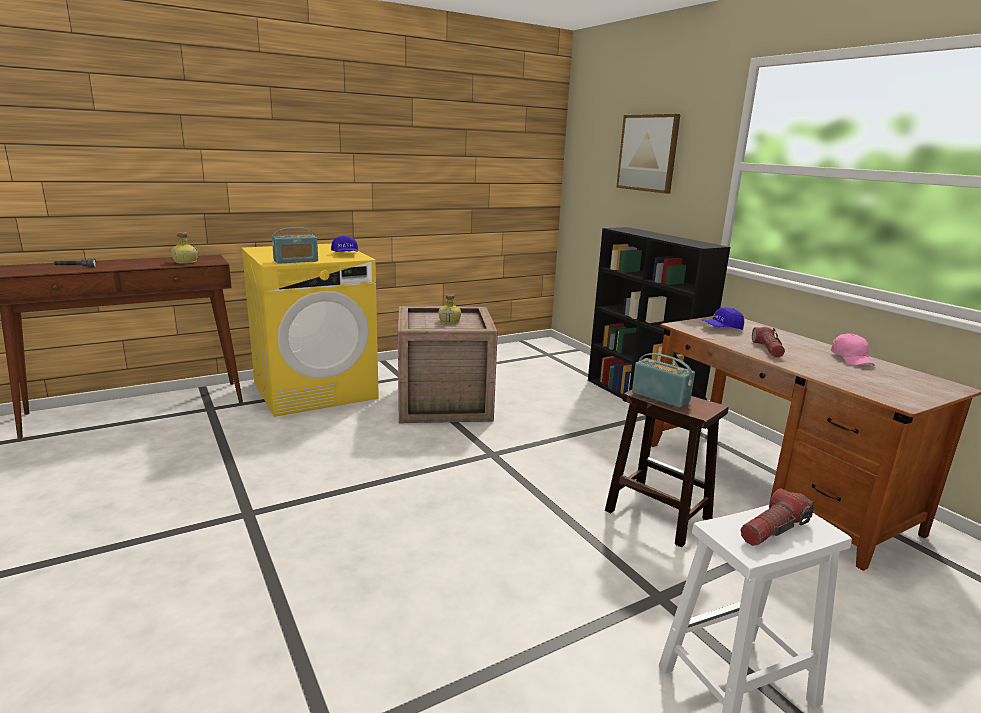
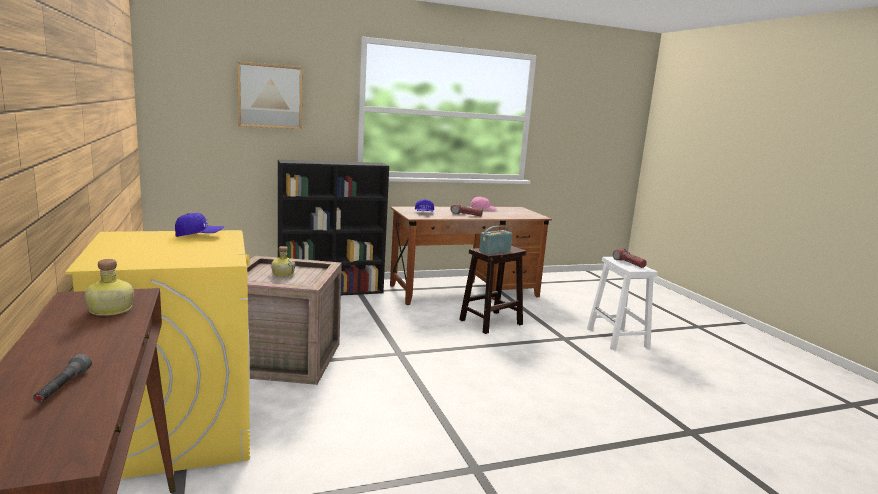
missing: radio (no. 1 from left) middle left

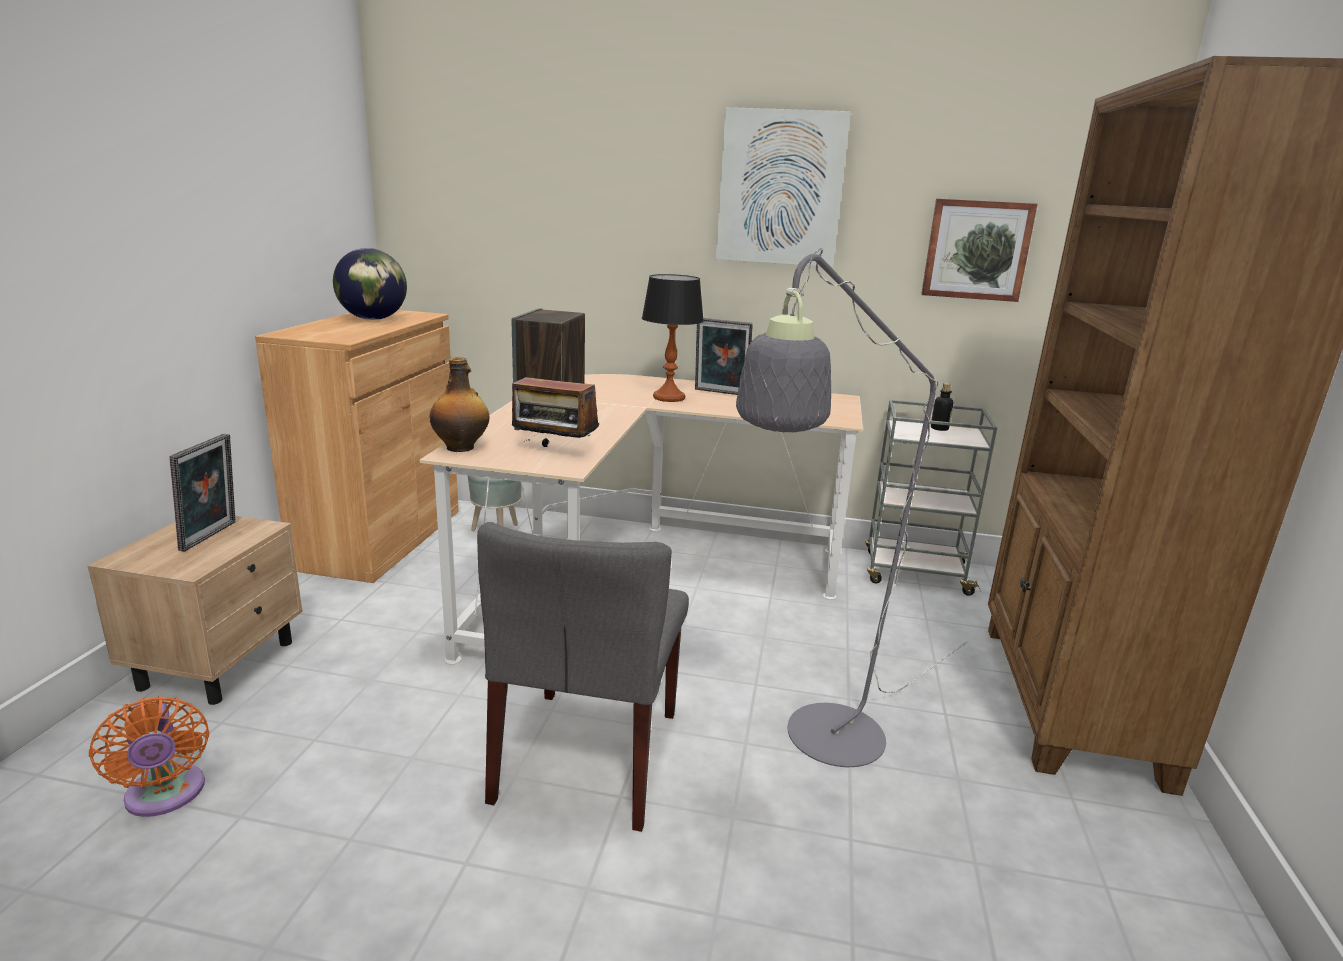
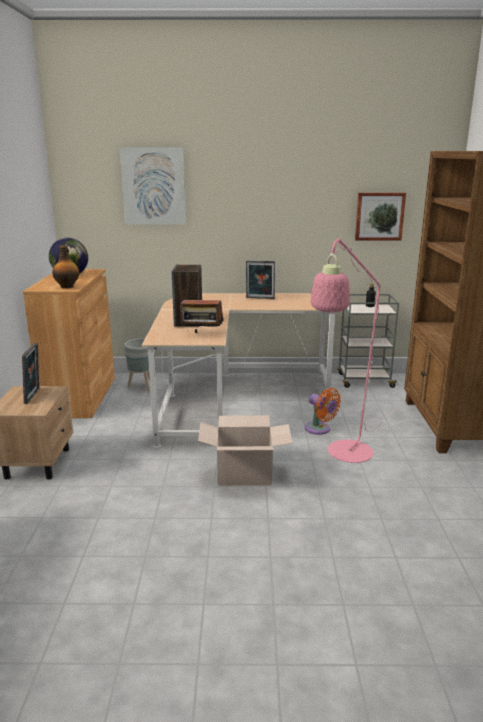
missing: lámpara de mesa centre
relocated: cuadro (no. 1 from left) top centre to top left; botella (no. 1 from left) centre to middle left; ventilador (naranja) bottom left to middle right
exchanged: silla (gris) bottom centre to caja de cartón centre
colour: lámpara de pie (gris) centre to lámpara de pie (rosa) middle right

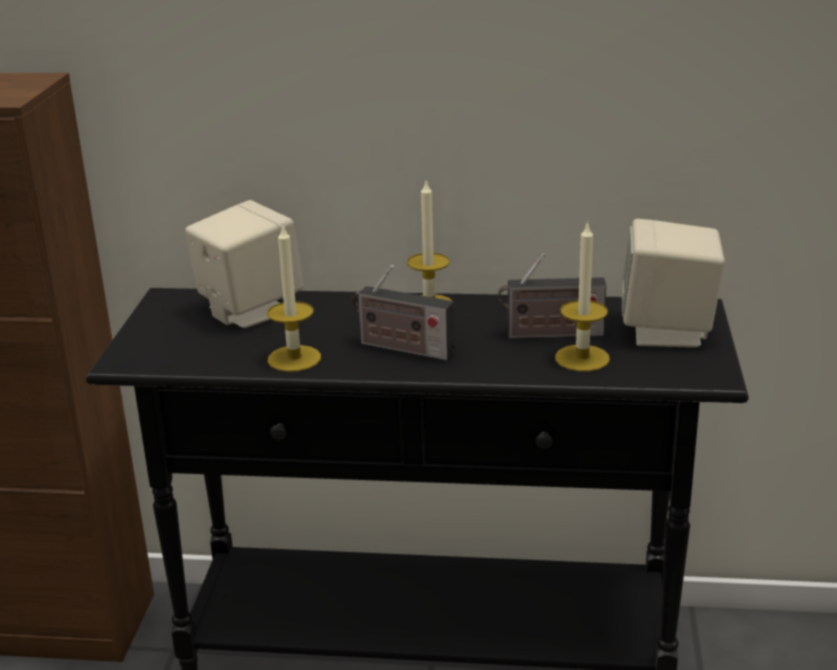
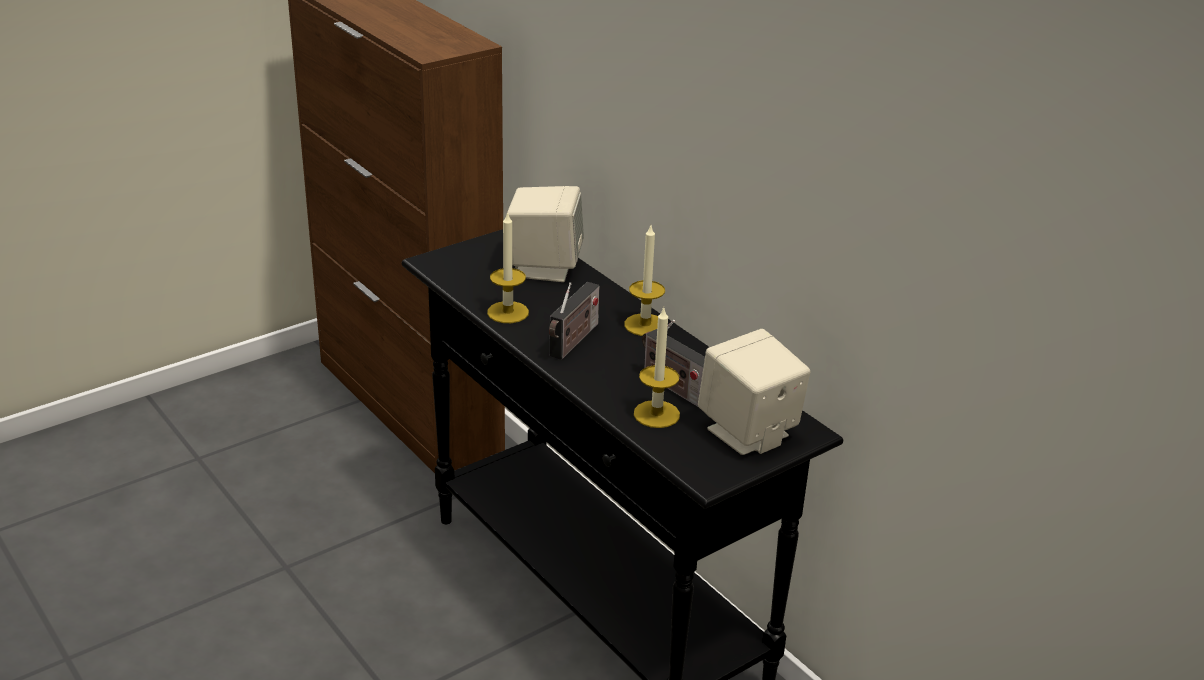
spun: radio (no. 1 from left) centre = centre 135 degrees counterclockwise

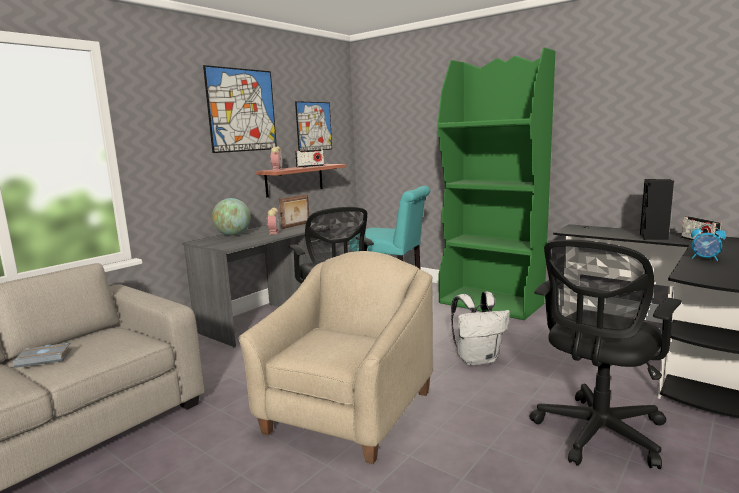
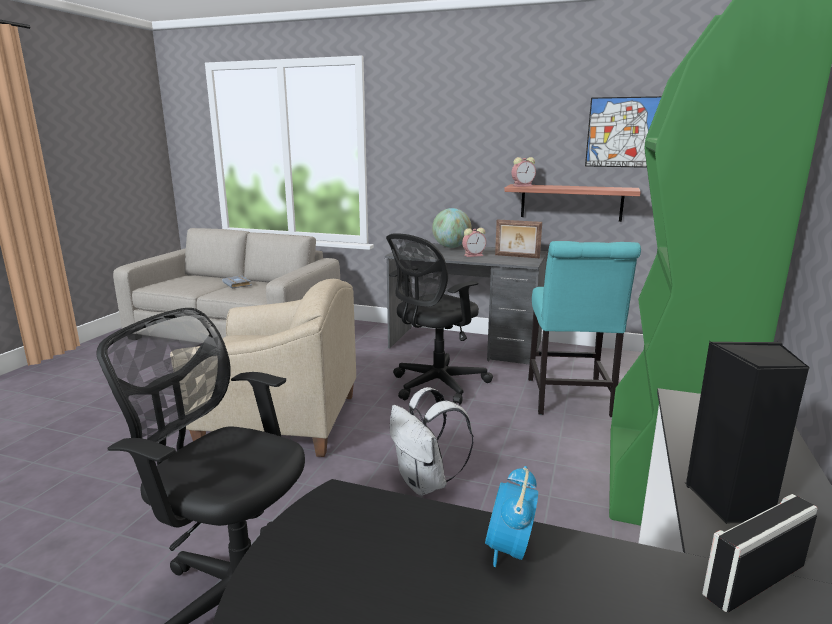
missing: cuadro (no. 1 from left) top left; radio (no. 1 from left) top centre

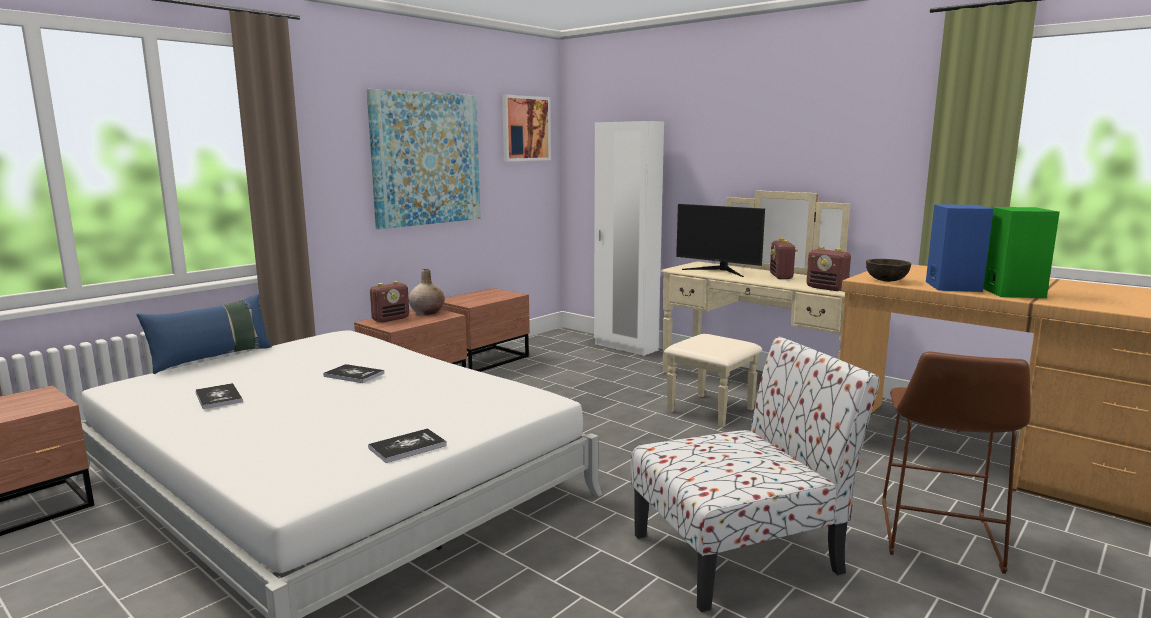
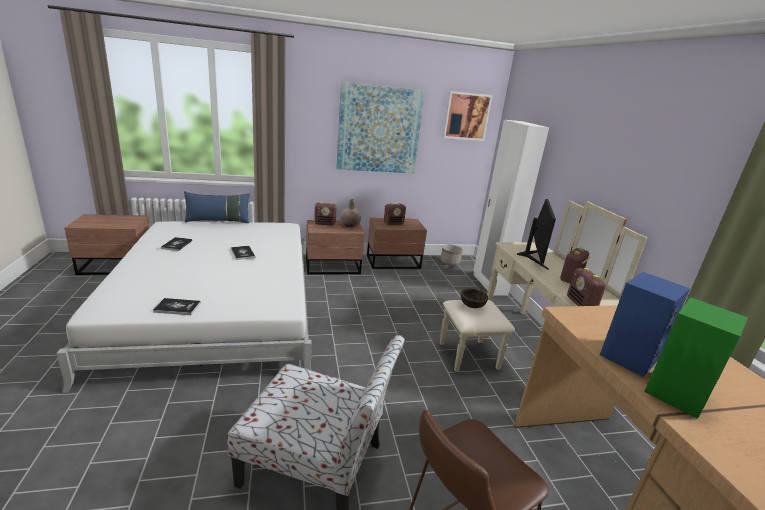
appeared: radio (no. 2 from left) centre; maceta centre
relocated: cuenco (marrón) middle right to centre
spun: monitor centre = middle right 150 degrees counterclockwise

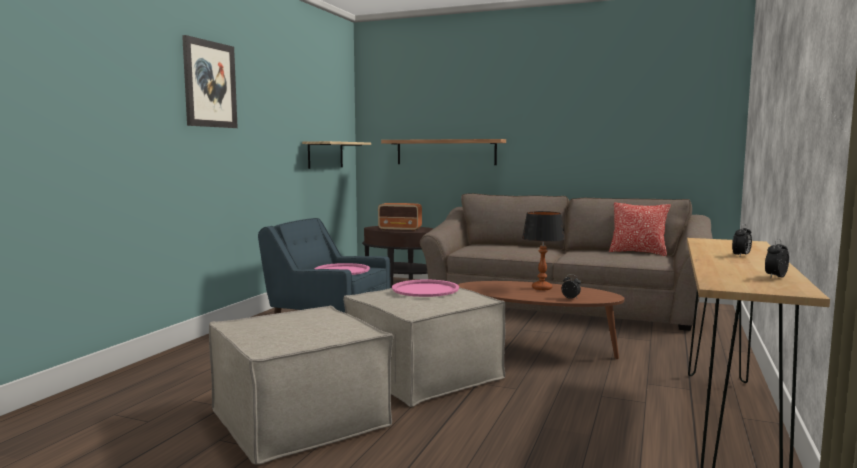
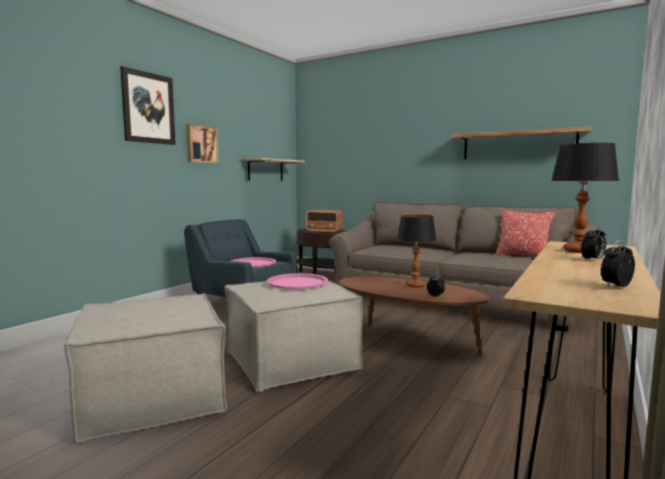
appeared: cuadro (no. 2 from left) top left; lámpara de mesa (no. 2 from left) middle right
relocated: estante (no. 2 from left) top centre to top right

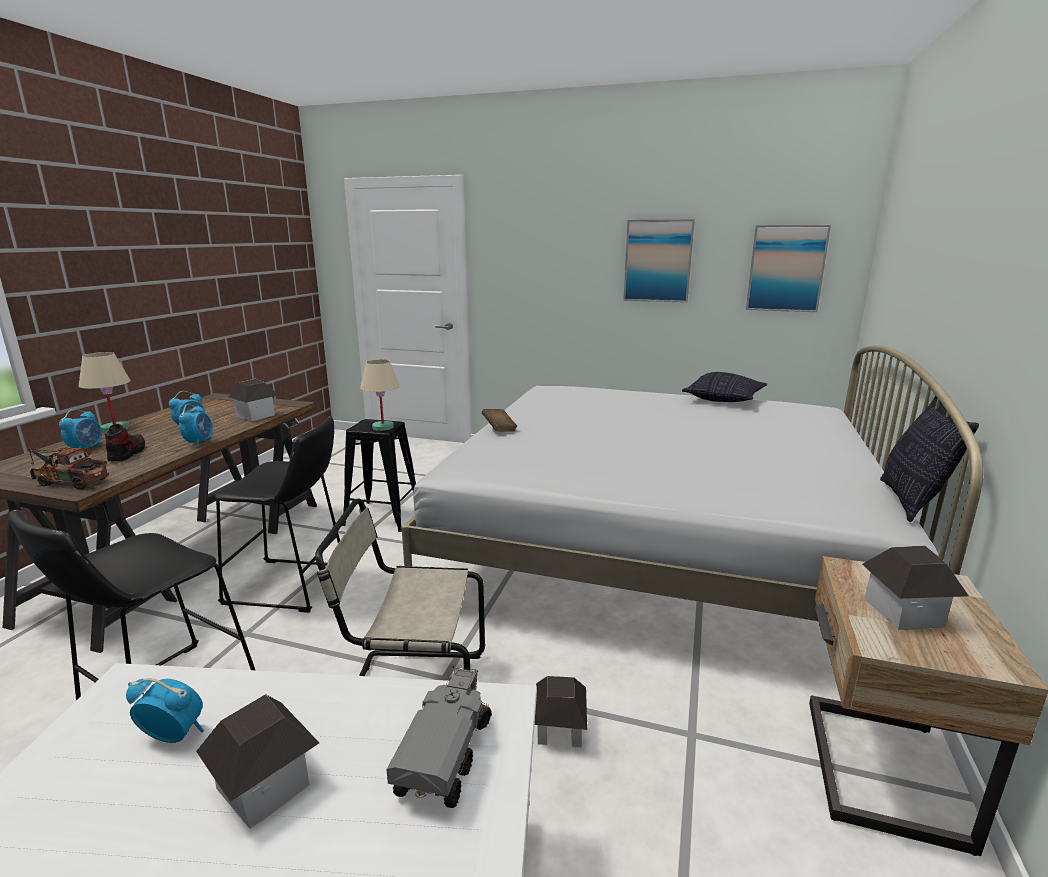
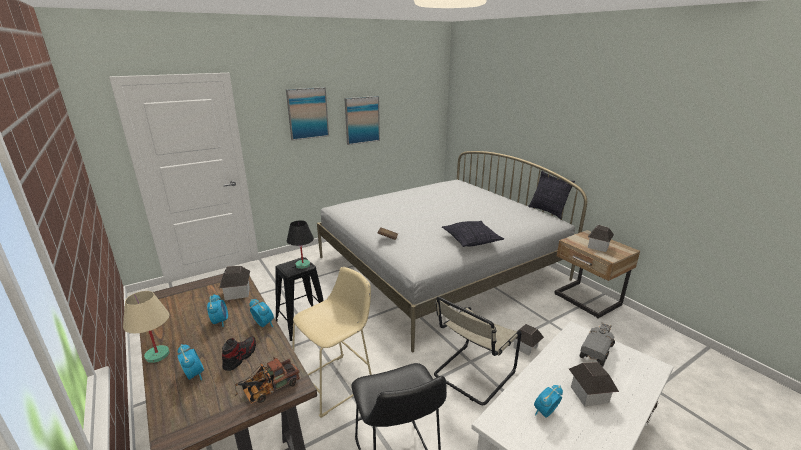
relocated: cuadro (no. 2 from left in the first image) top right to cuadro (no. 1 from left) top centre; cojín (no. 1 from left) middle right to centre
colour: lámpara de mesa (beis) (no. 2 from left) centre to lámpara de mesa (negro) centre; taburete (negro) (no. 2 from left) middle left to taburete (beis) bottom centre
spun: zapato middle left = bottom left 75 degrees clockwise; camión de juguete (no. 2 from left) bottom centre = bottom right 75 degrees clockwise

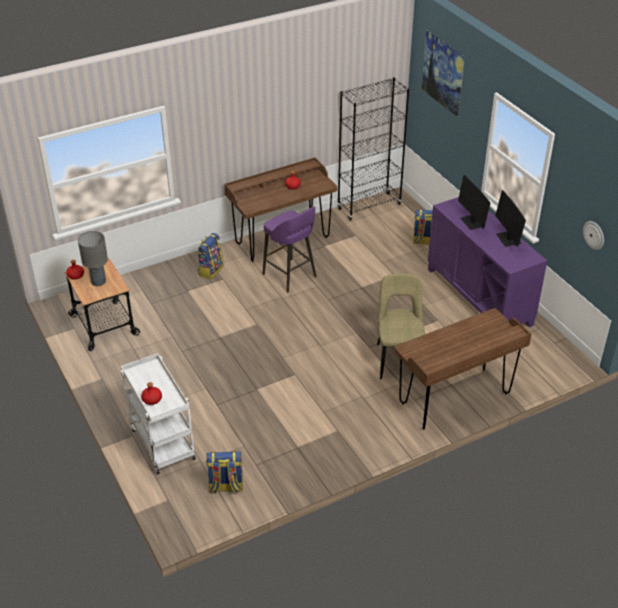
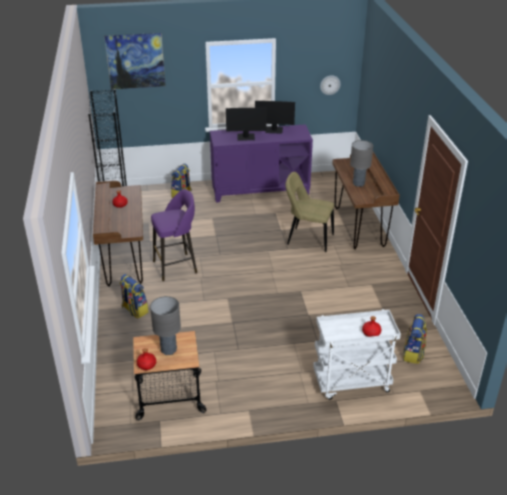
appeared: lámpara de mesa (gris) (no. 2 from left) top right

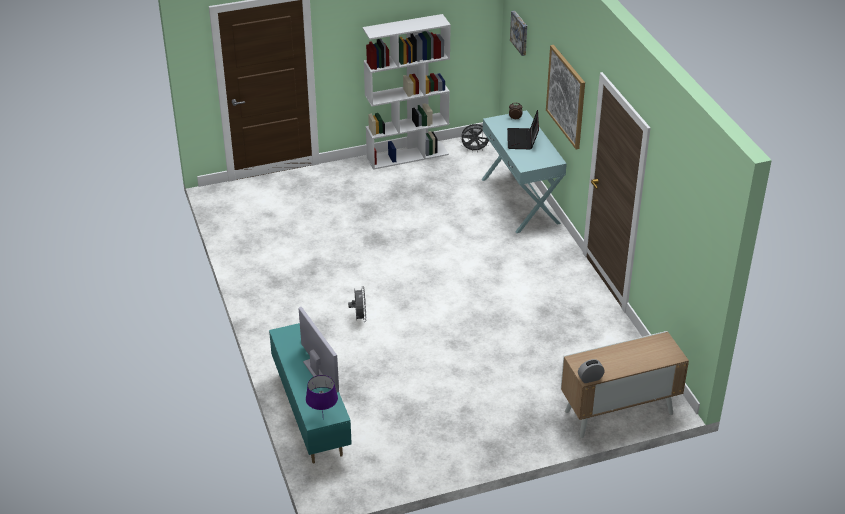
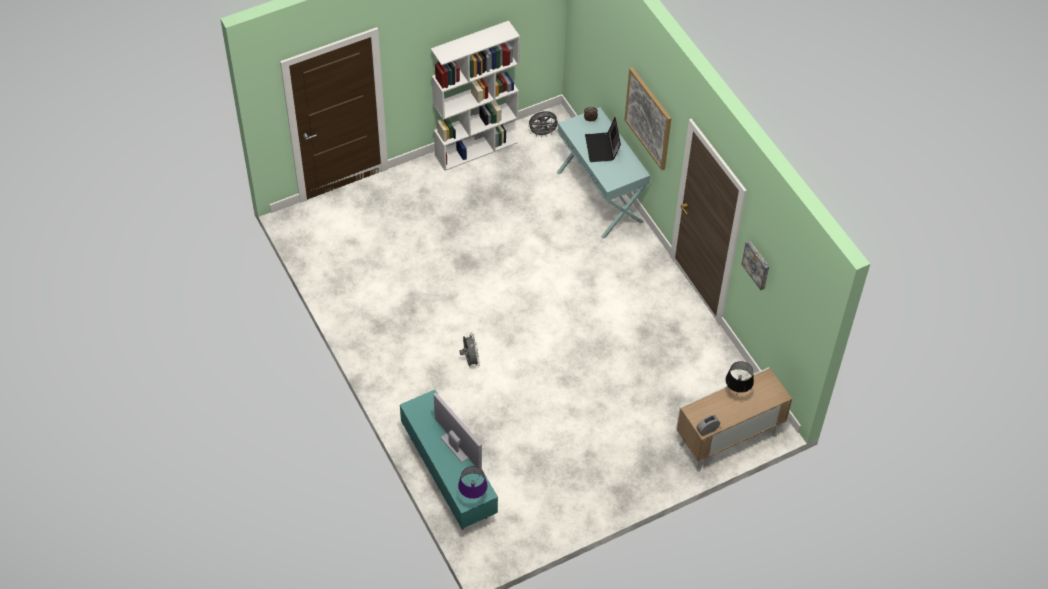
appeared: lámpara de mesa (negro) middle right
relocated: cuadro (no. 1 from left in the first image) top centre to cuadro (no. 2 from left) middle right

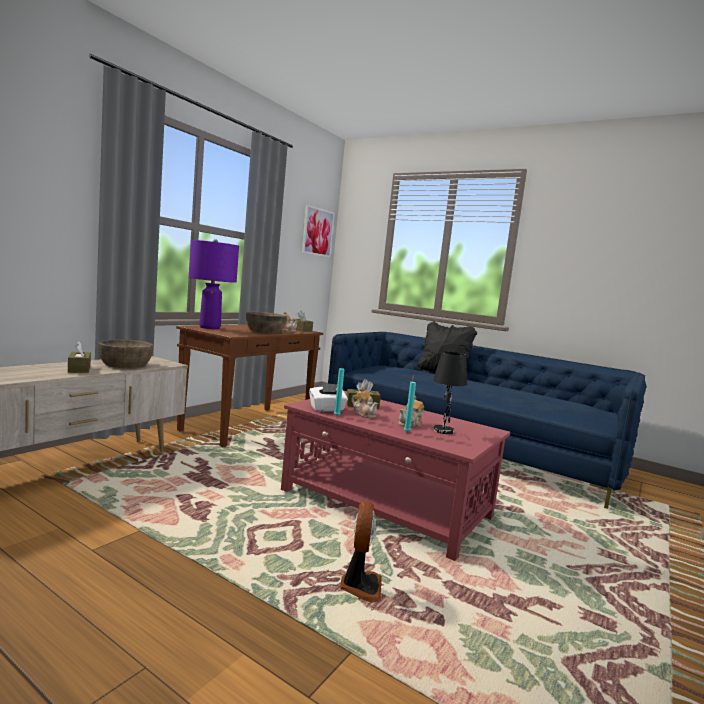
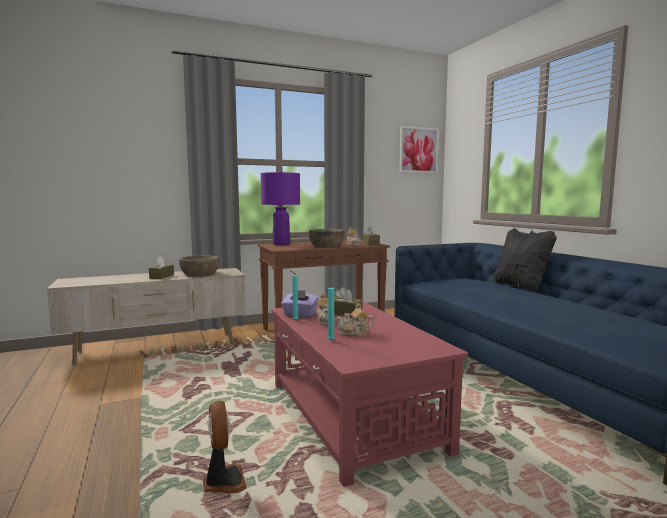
missing: lámpara de mesa (negro) centre
colour: caja de pañuelos (blanco) centre to caja de pañuelos (morado) centre
spun: ventilador bottom centre = bottom centre 60 degrees counterclockwise

